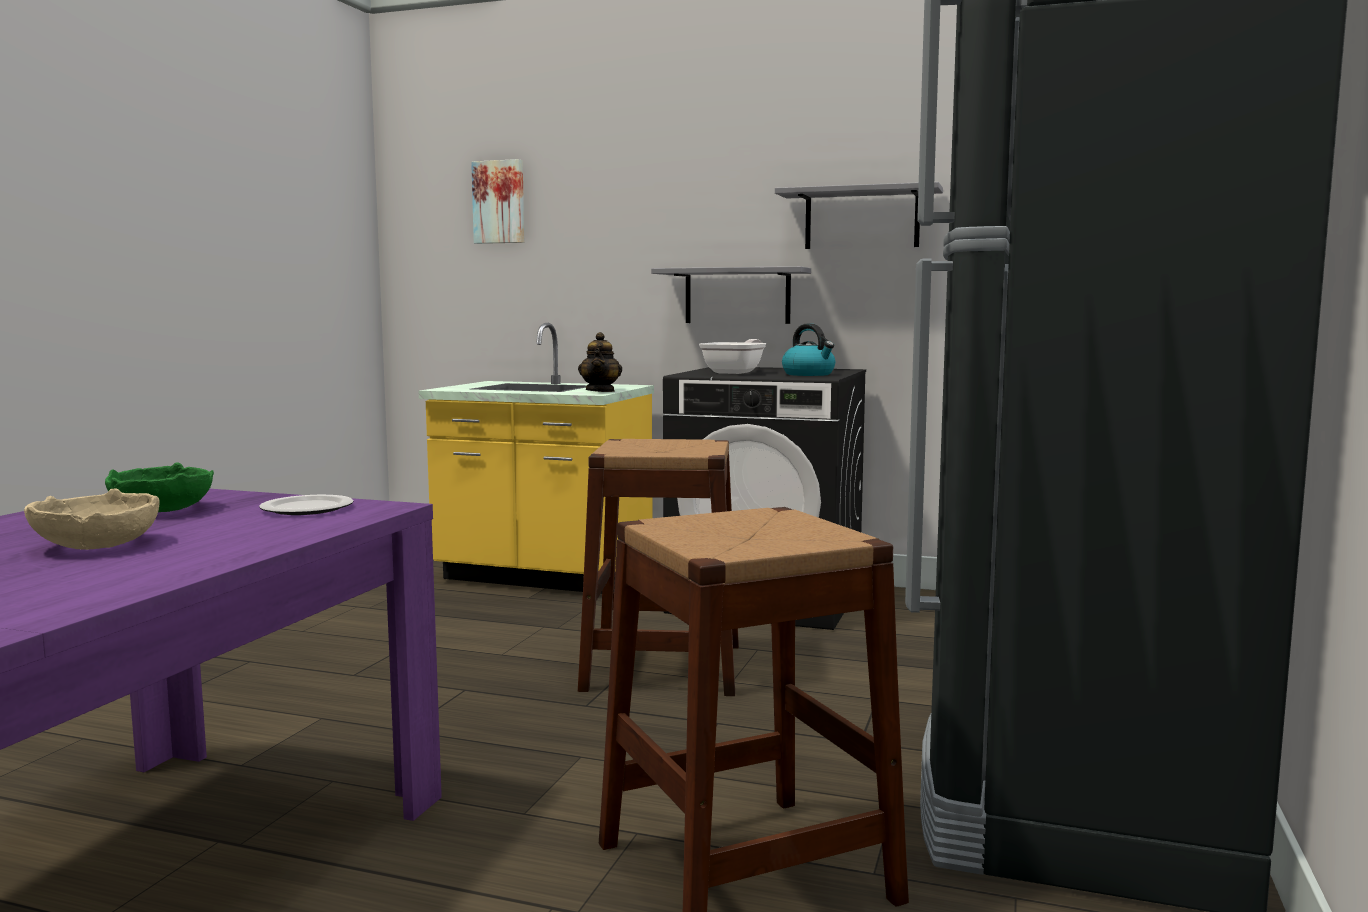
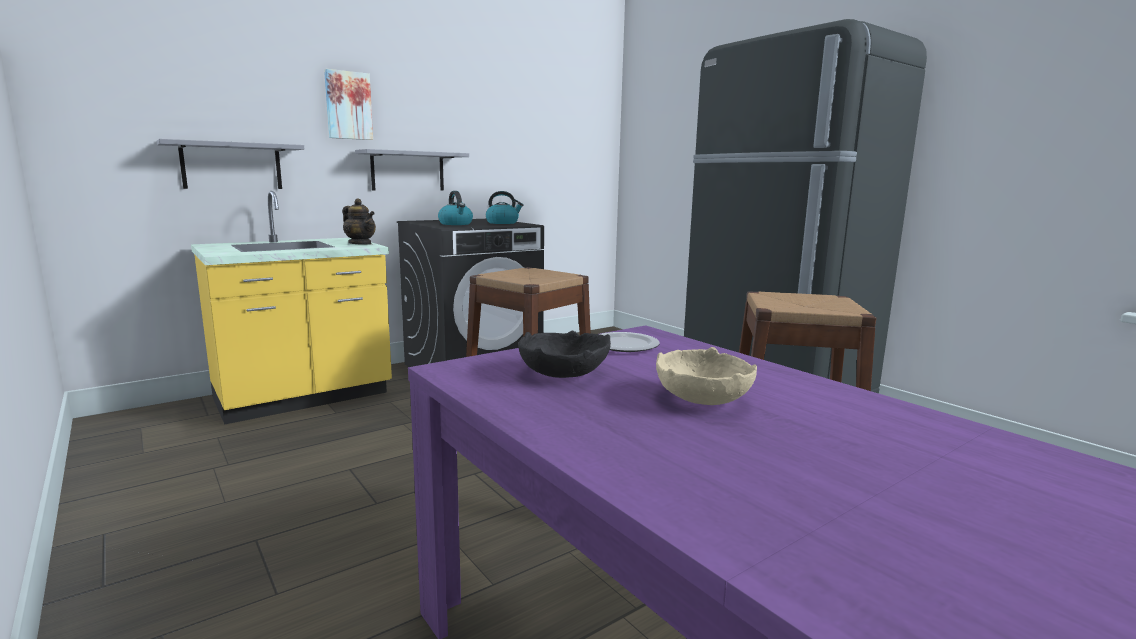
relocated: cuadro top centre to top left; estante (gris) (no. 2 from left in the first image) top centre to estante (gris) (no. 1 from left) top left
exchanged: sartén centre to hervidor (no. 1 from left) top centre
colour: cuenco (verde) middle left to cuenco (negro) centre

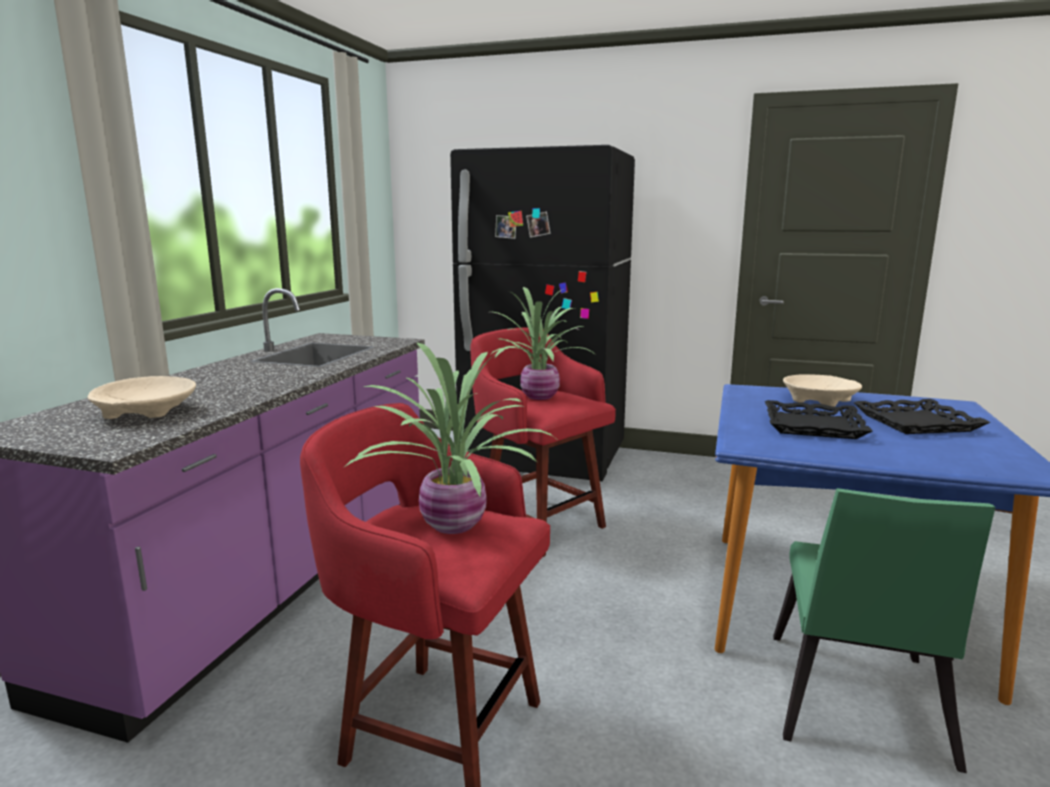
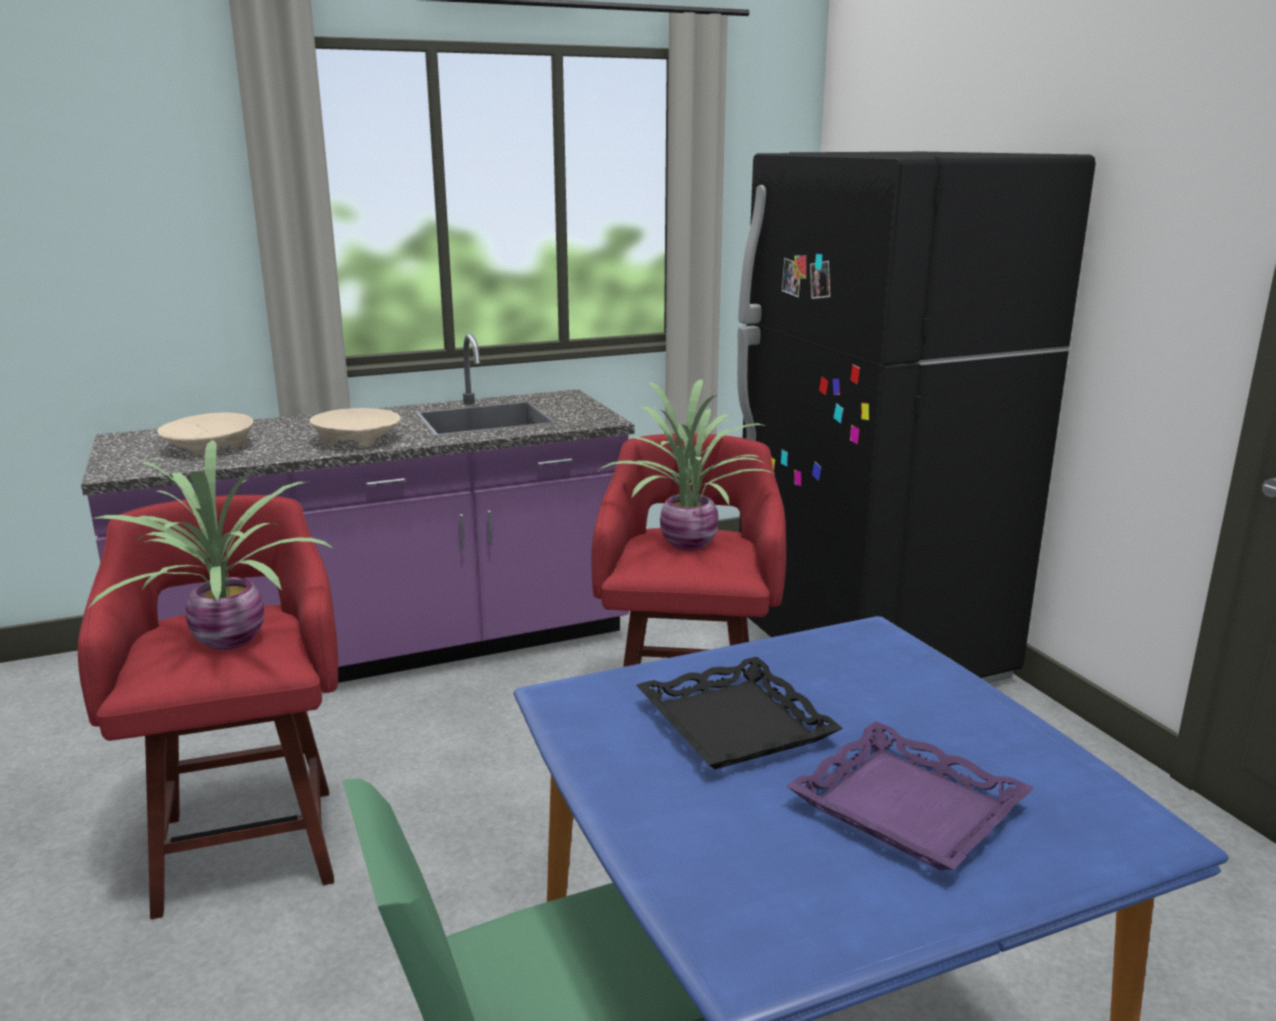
relocated: cuenco (beis) (no. 2 from left) middle right to middle left
colour: bandeja (negro) (no. 2 from left) middle right to bandeja (morado) bottom right

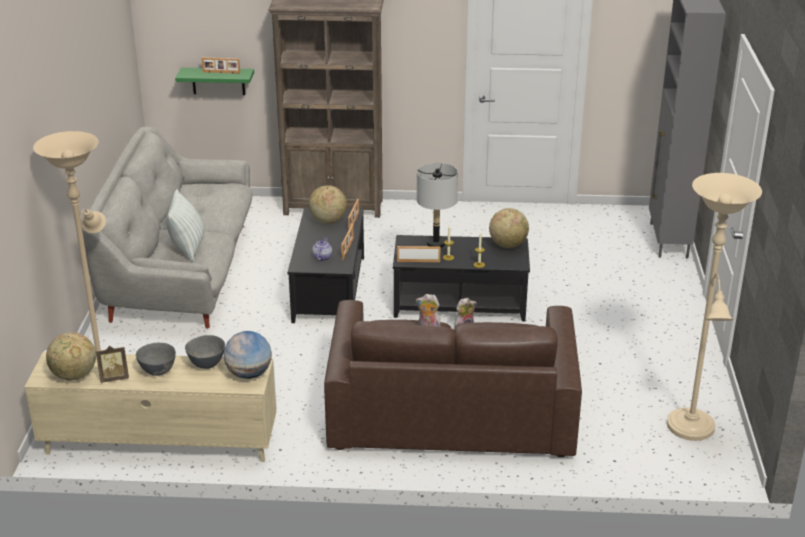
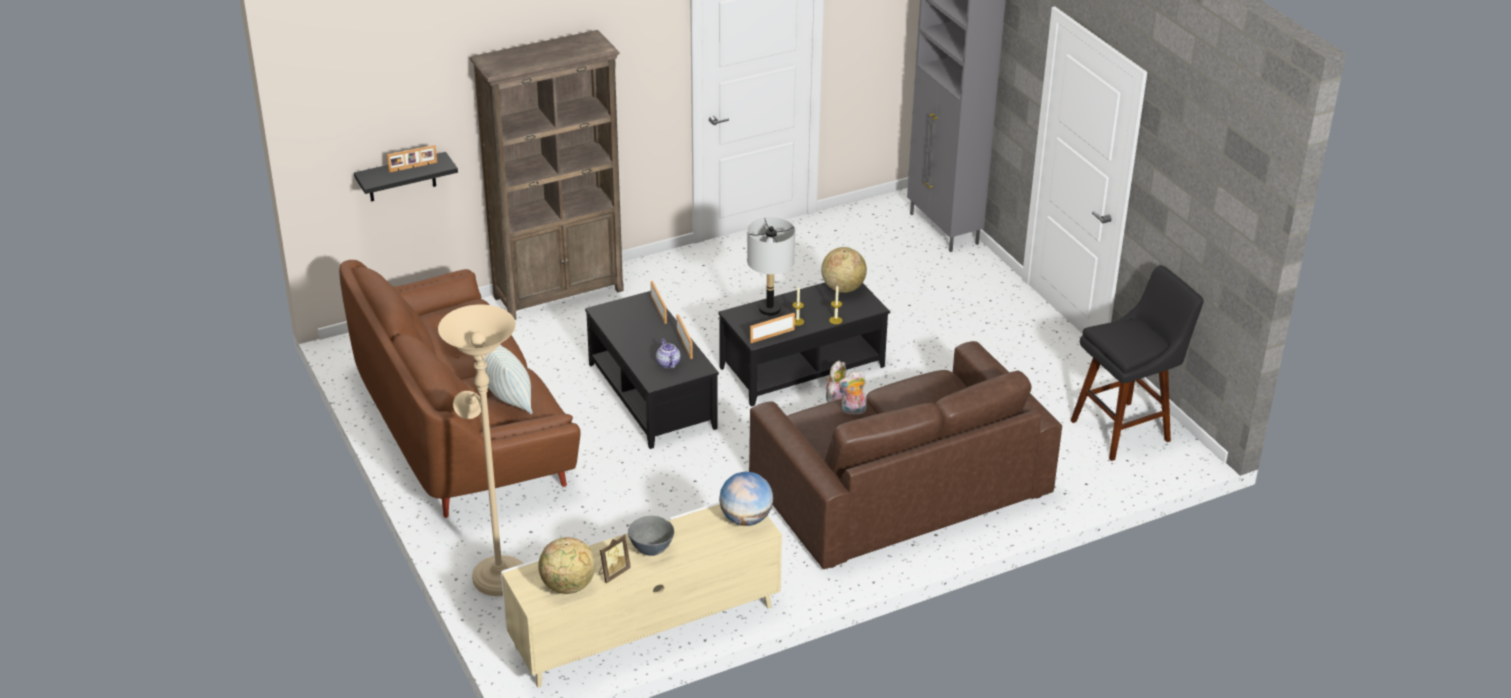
missing: globo terráqueo (no. 3 from left) centre; cuenco (gris) (no. 2 from left) middle left
exchanged: lámpara de pie (beis) (no. 2 from left) middle right to taburete (negro) middle right
colour: estante (verde) top left to estante (negro) top left; sofá (gris) middle left to sofá (marrón) (no. 1 from left) middle left

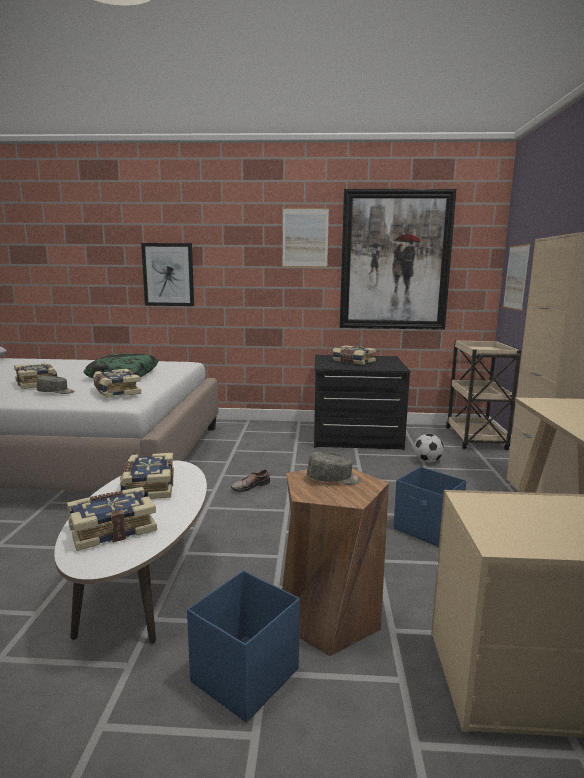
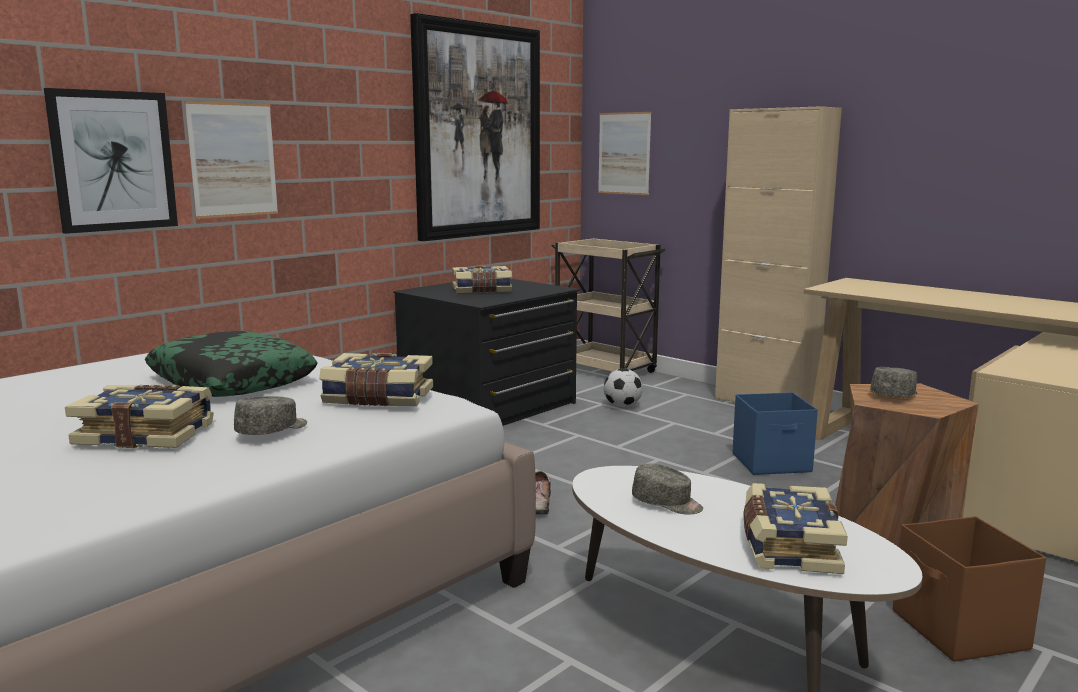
relocated: cuadro (no. 2 from left) top centre to top left
exchanged: libro (no. 4 from left) middle left to gorra (gris) (no. 2 from left) bottom centre
colour: caja de almacenaje (azul) (no. 1 from left) bottom centre to caja de almacenaje (marrón) bottom right

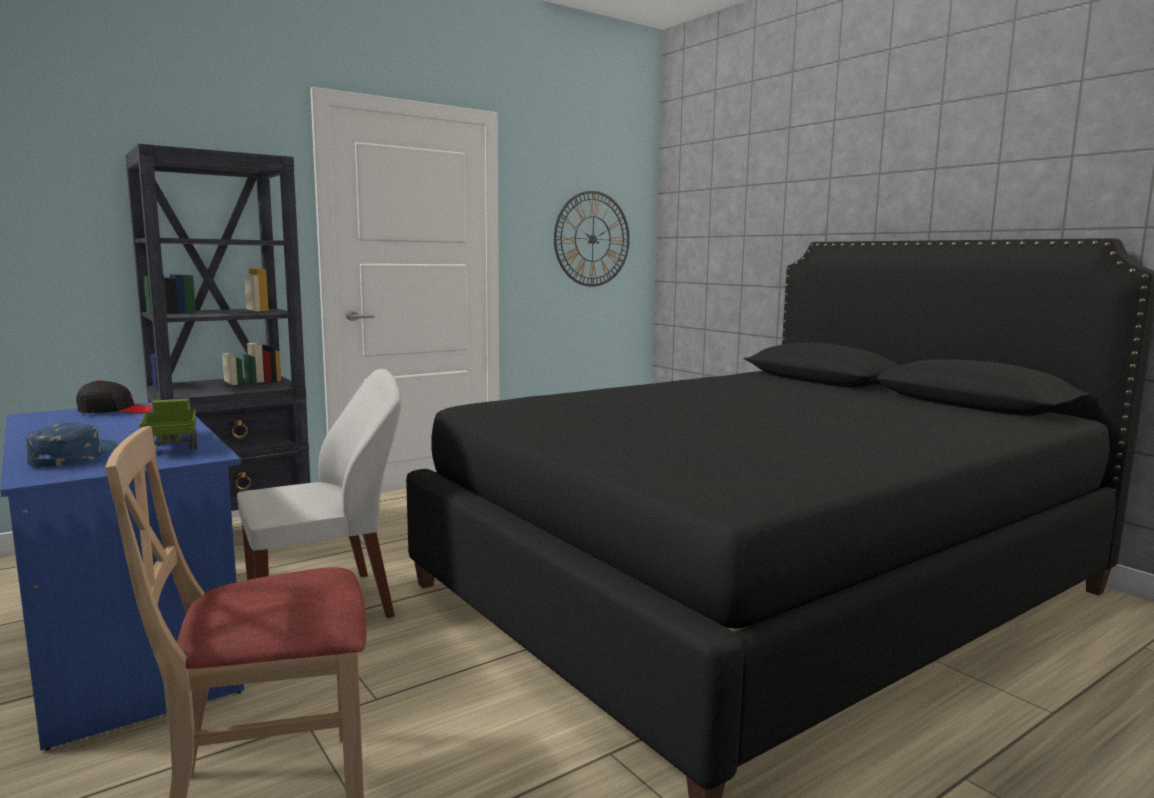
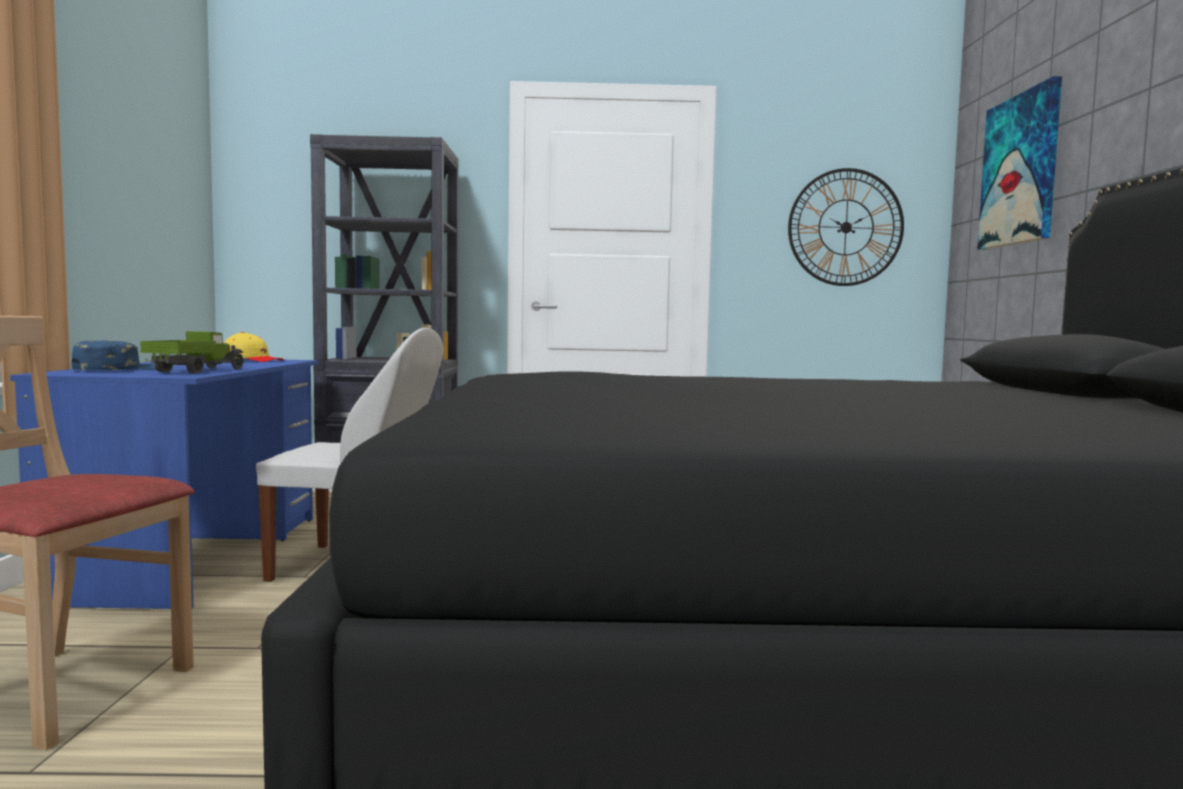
appeared: cuadro top right
colour: gorra (negro) middle left to gorra (amarillo) middle left

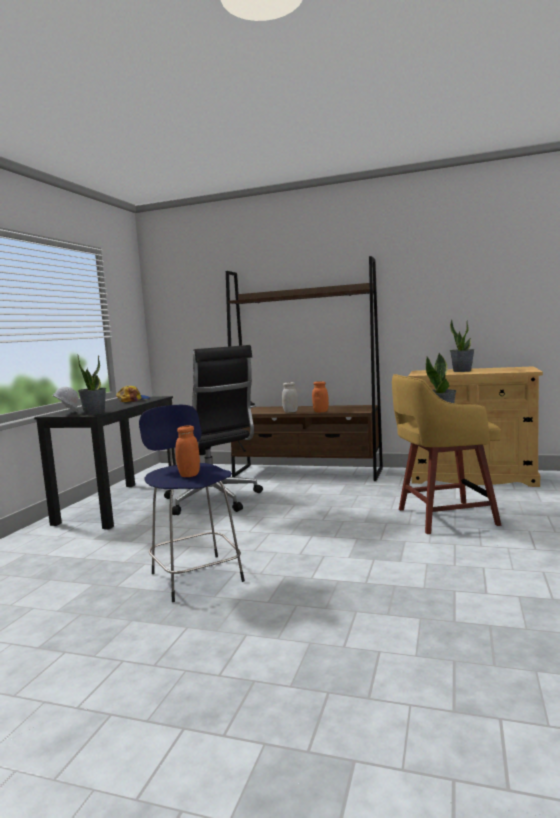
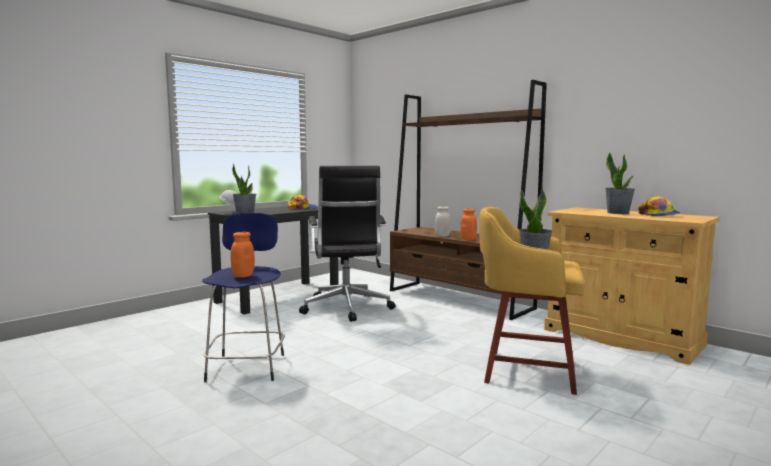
appeared: gorra (no. 2 from left) middle right

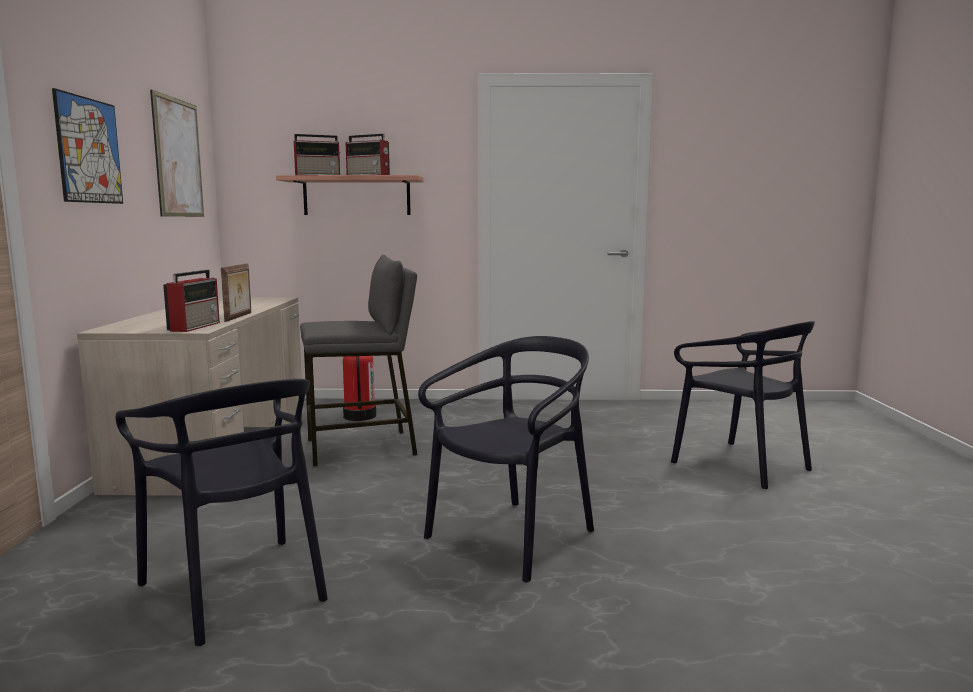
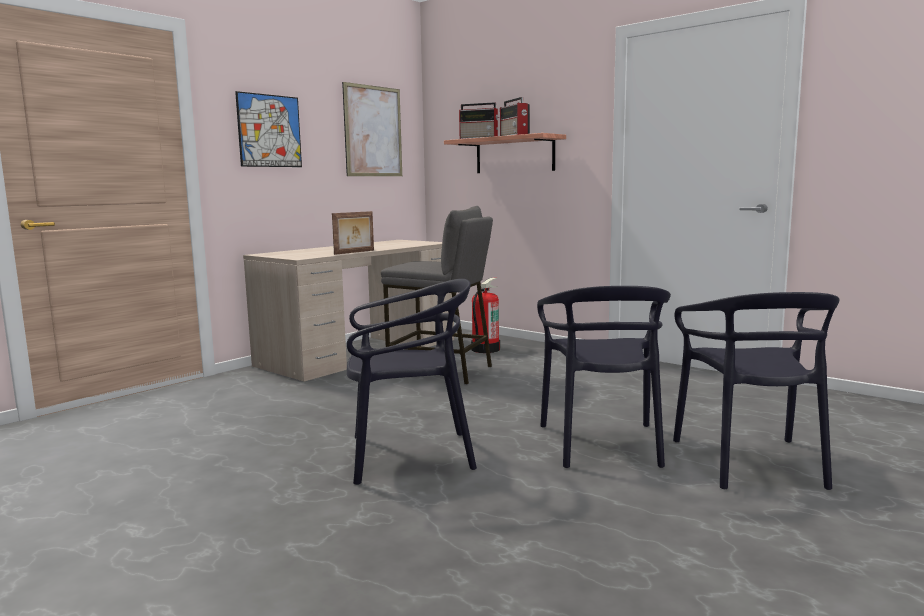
missing: radio (no. 1 from left) middle left
relocated: silla (negro) (no. 1 from left in the first image) bottom left to silla (negro) (no. 2 from left) centre

